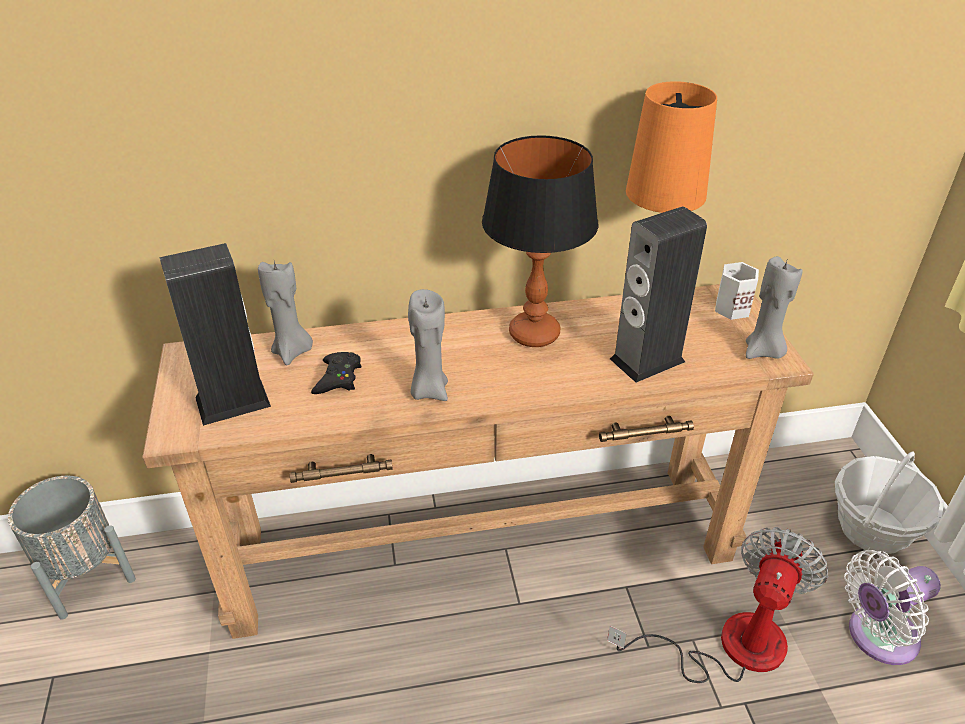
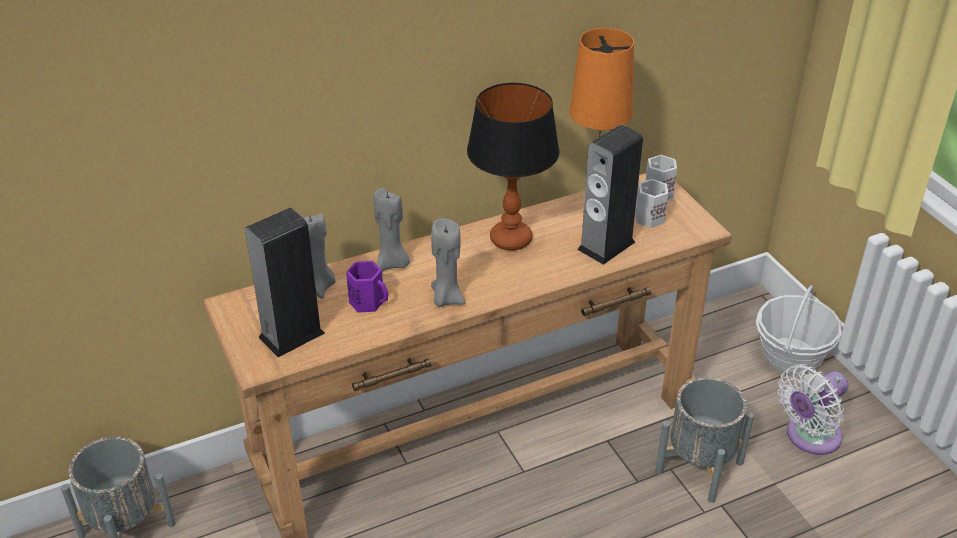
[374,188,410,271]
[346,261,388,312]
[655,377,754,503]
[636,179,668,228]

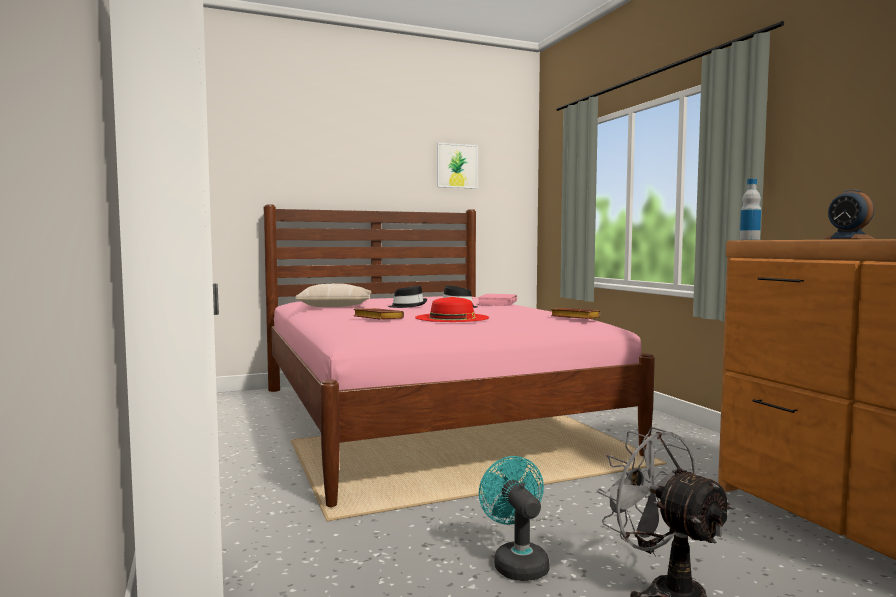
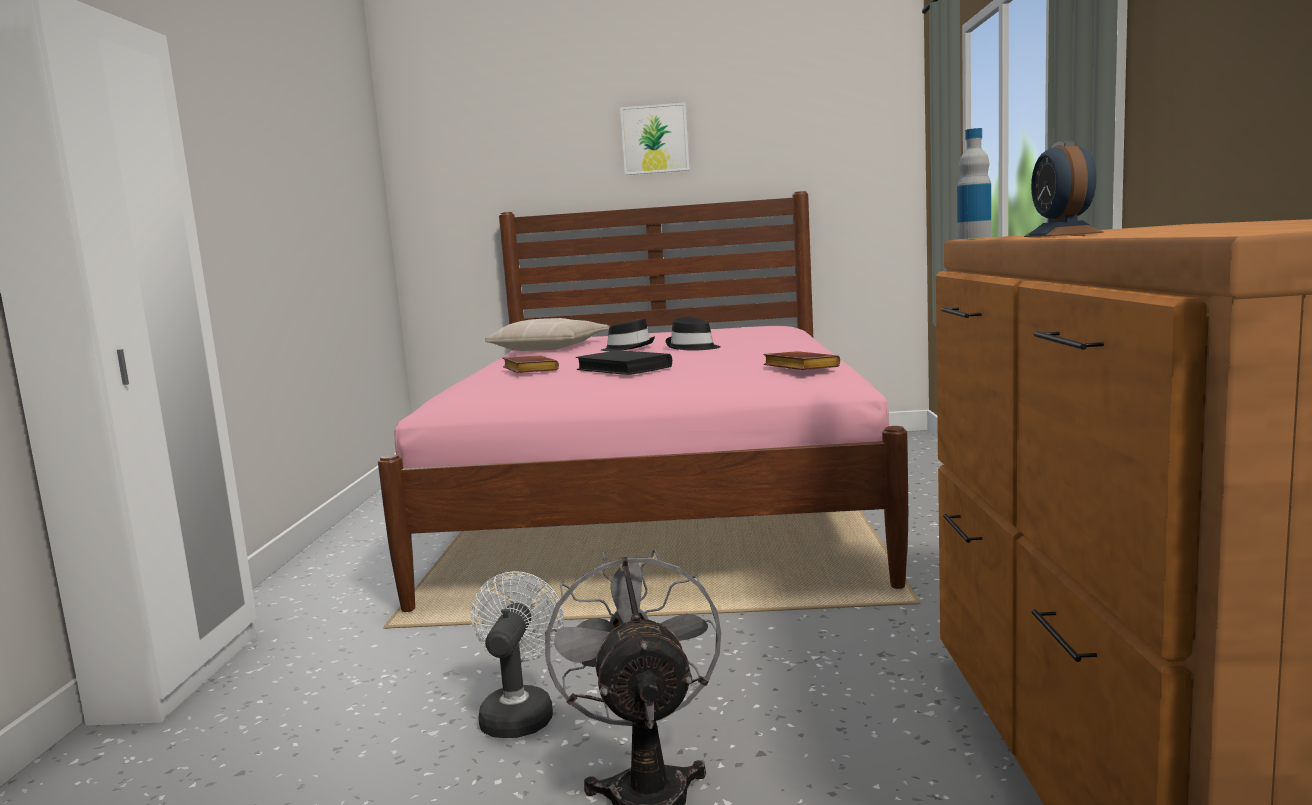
[620,103,689,175]
[477,294,517,306] (first image)
[576,350,672,375]
[471,571,564,738]

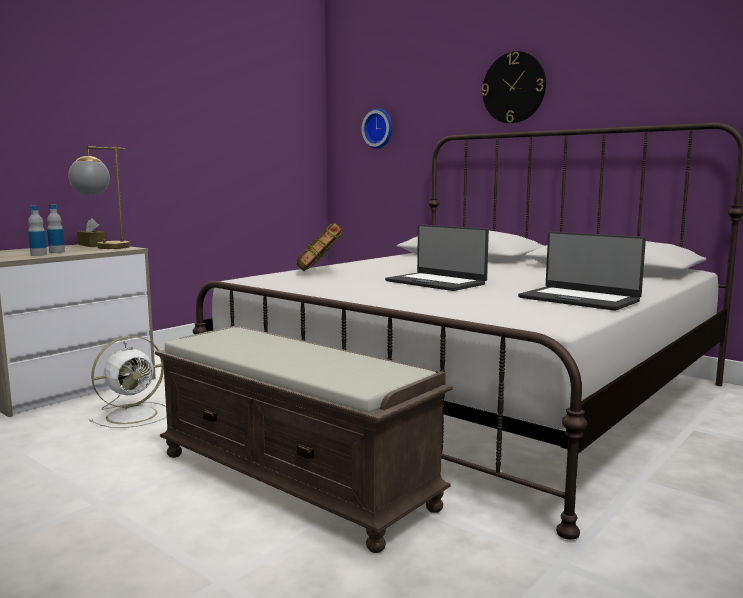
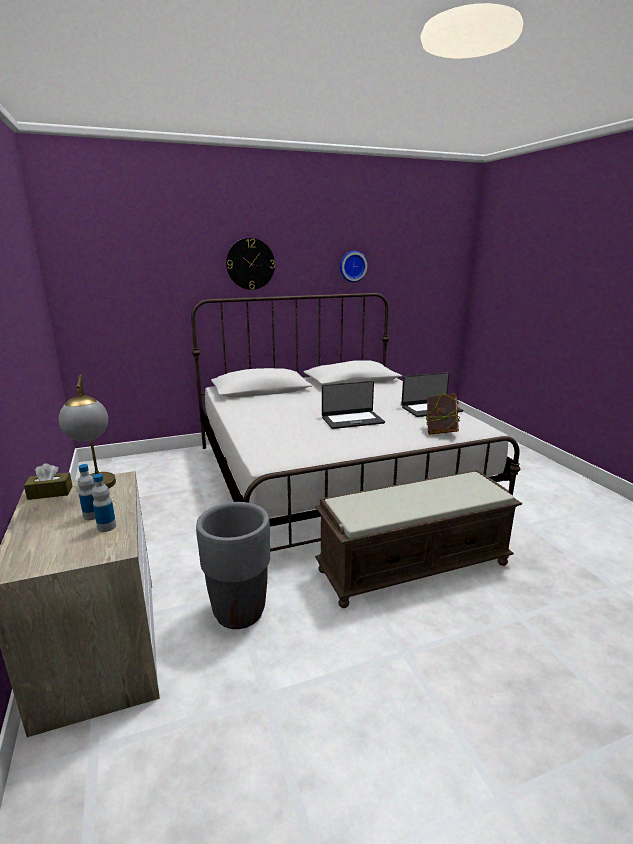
[340,251,368,282]
[425,393,460,435]
[196,502,270,629]

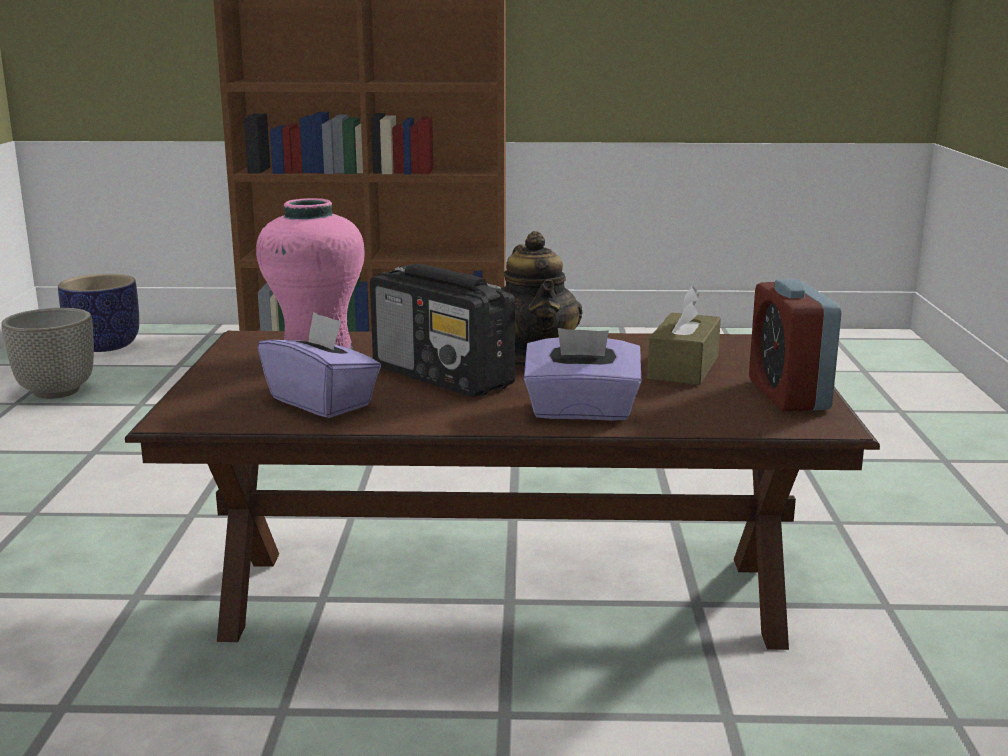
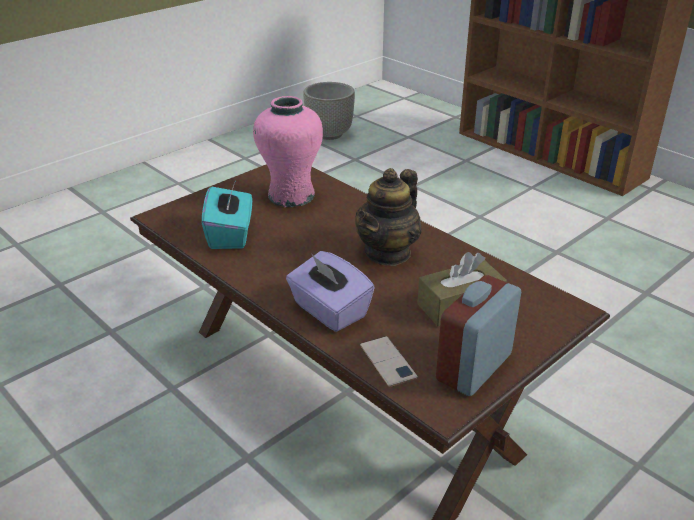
[370,264,515,397] (first image)
[58,274,139,352] (first image)
[202,183,252,249]
[360,336,418,387]

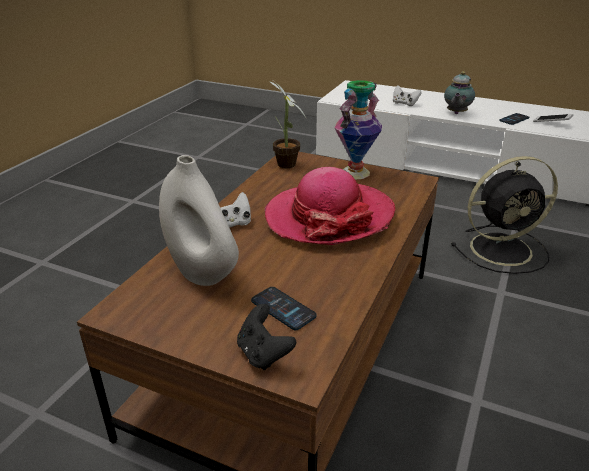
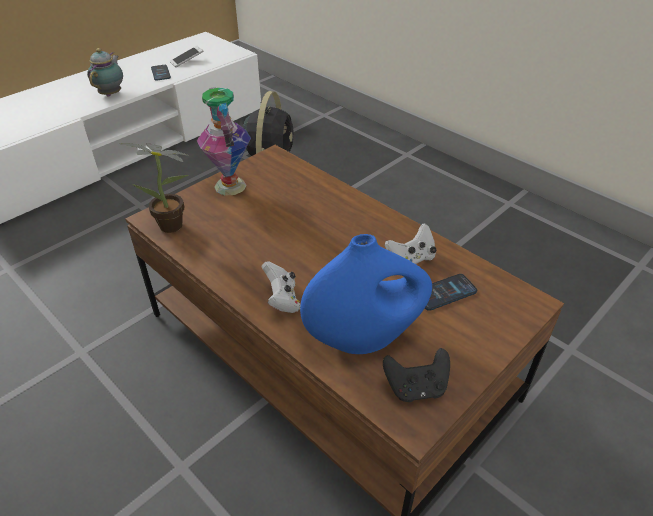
[87,48,123,97]
[384,223,437,264]
[300,234,432,354]
[264,167,395,245] (first image)
[383,348,450,402]

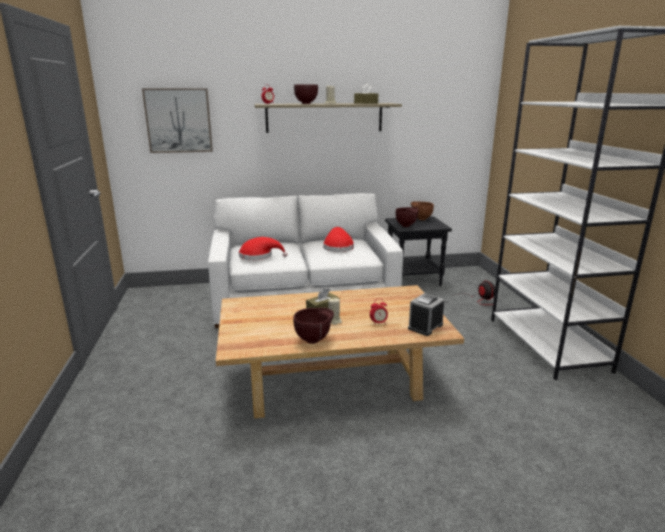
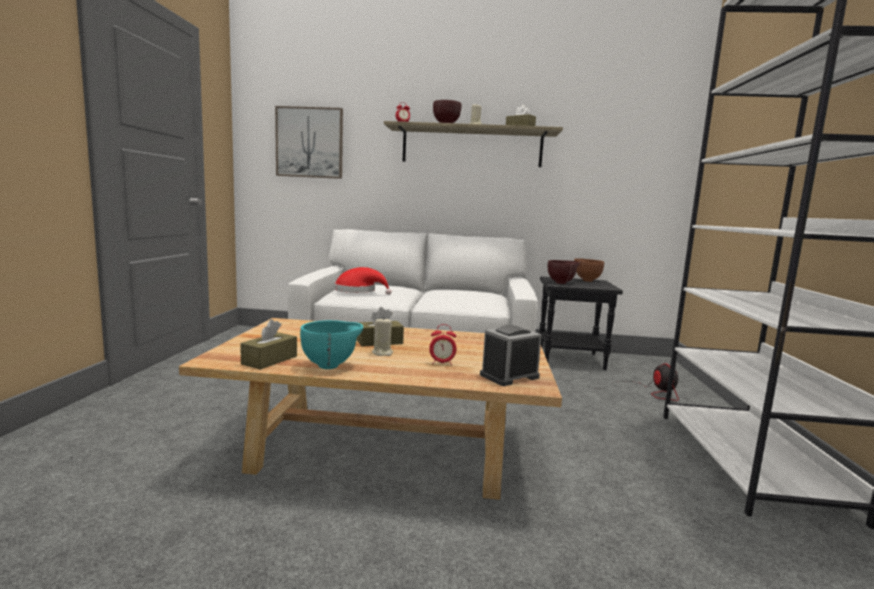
[323,227,354,252] (first image)
[300,320,363,369]
[240,319,297,370]

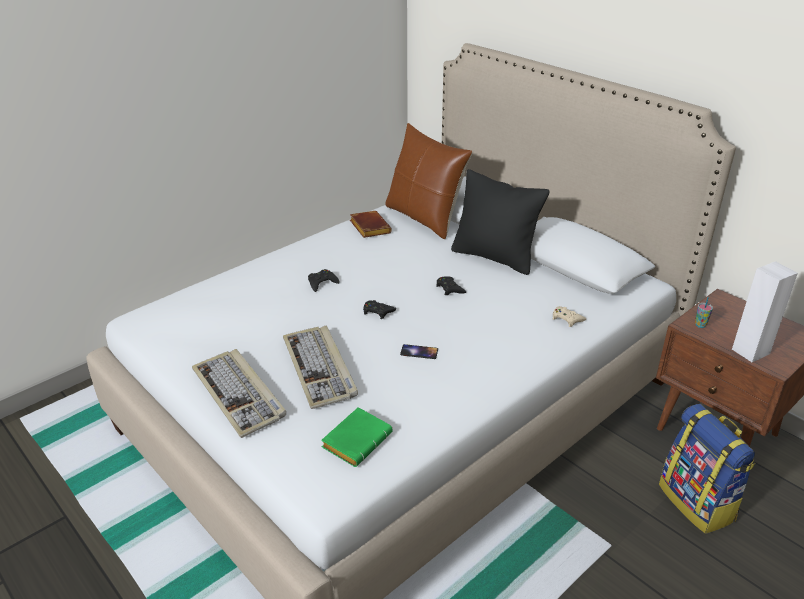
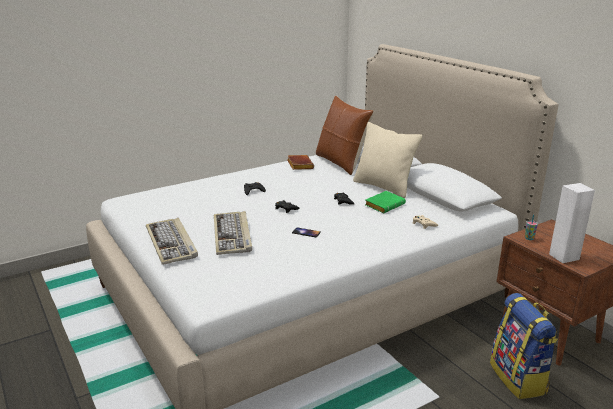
[353,122,422,198]
[365,191,406,213]

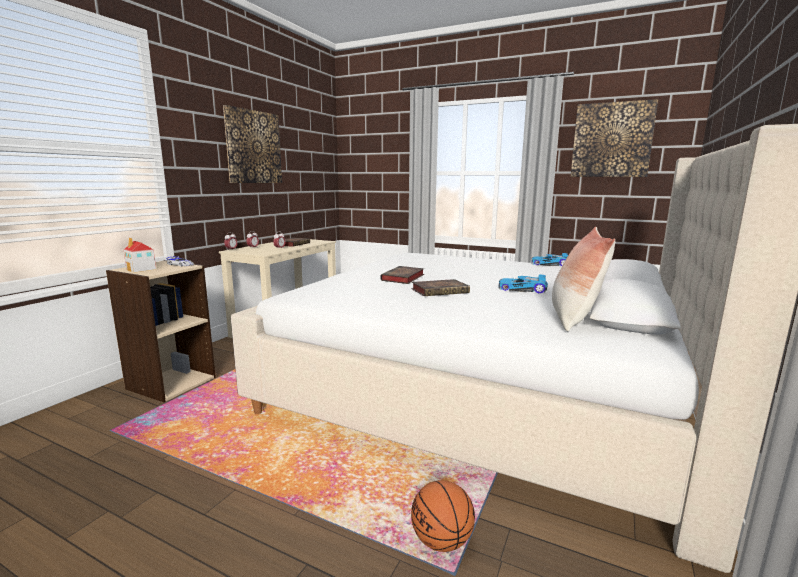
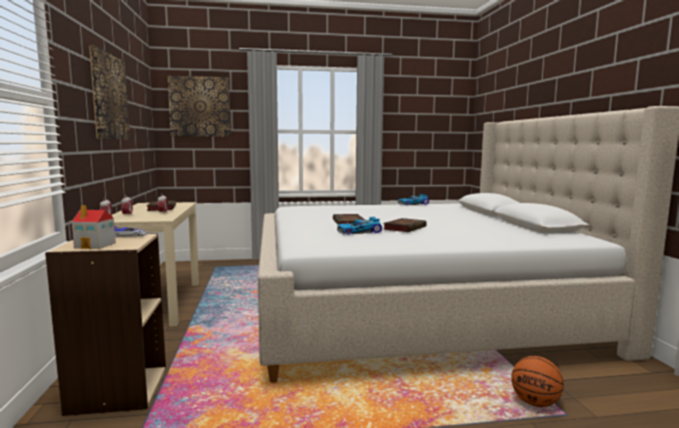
[167,76,231,137]
[552,227,615,332] (first image)
[337,217,382,235]

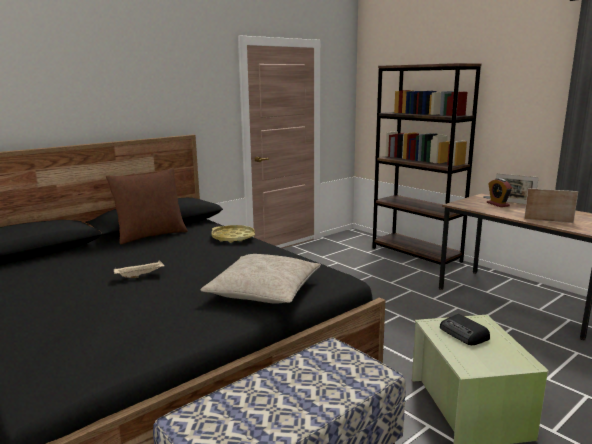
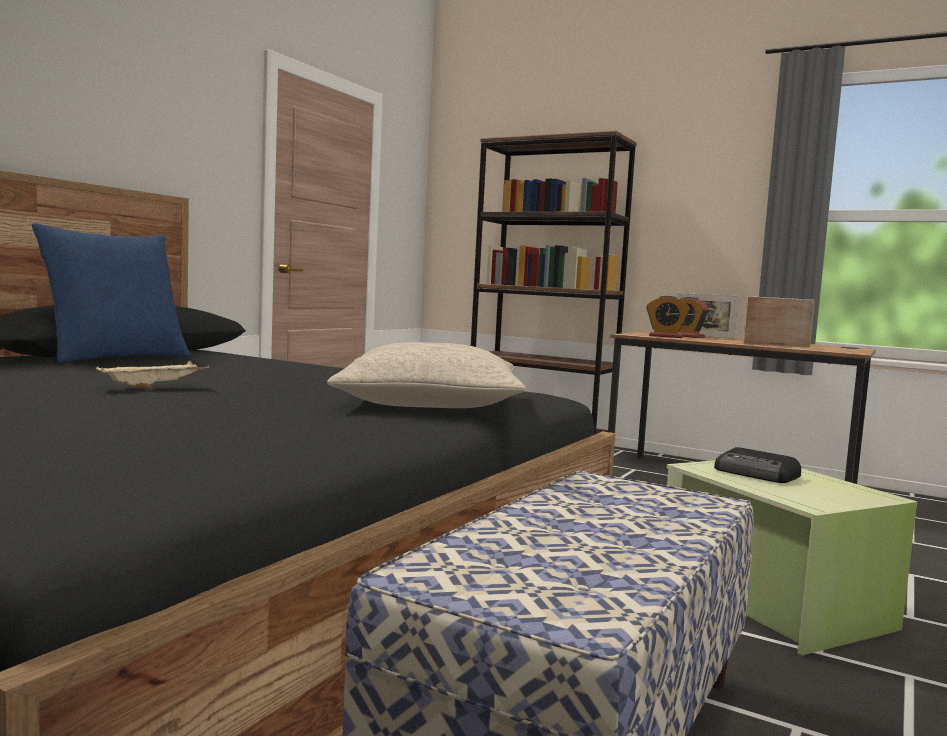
[32,223,191,363]
[211,225,255,243] (first image)
[646,295,690,338]

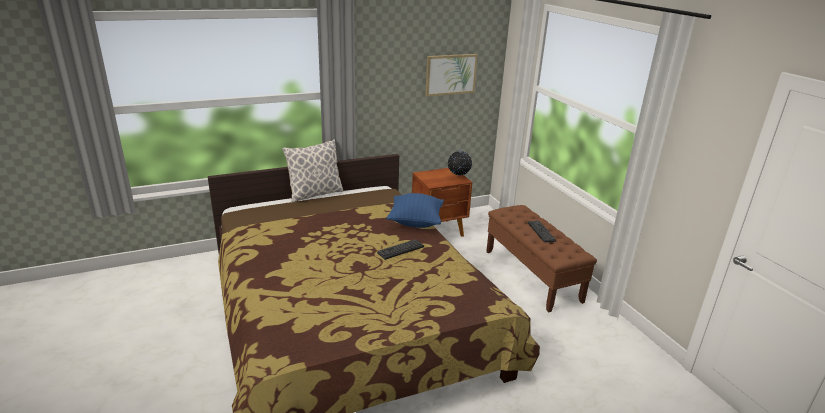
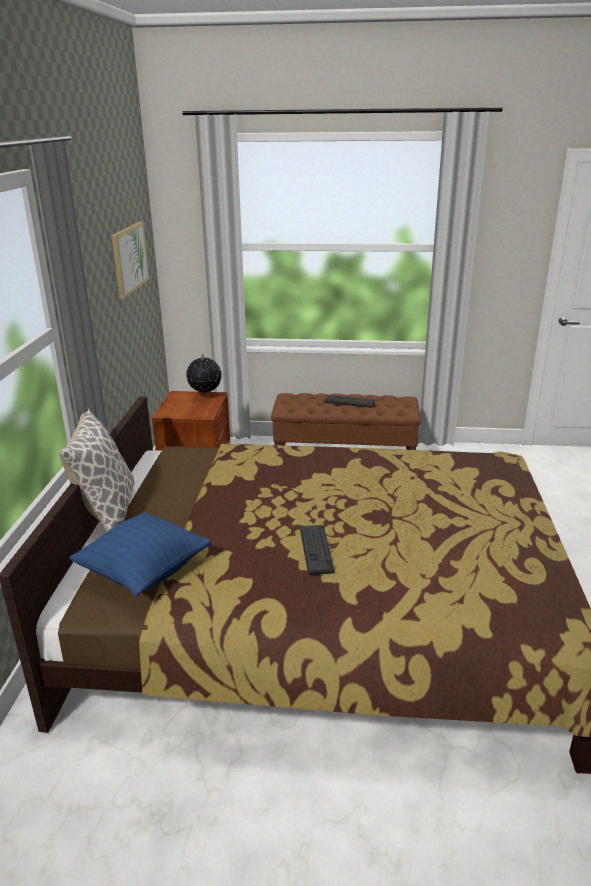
[70,512,211,596]
[300,525,334,575]

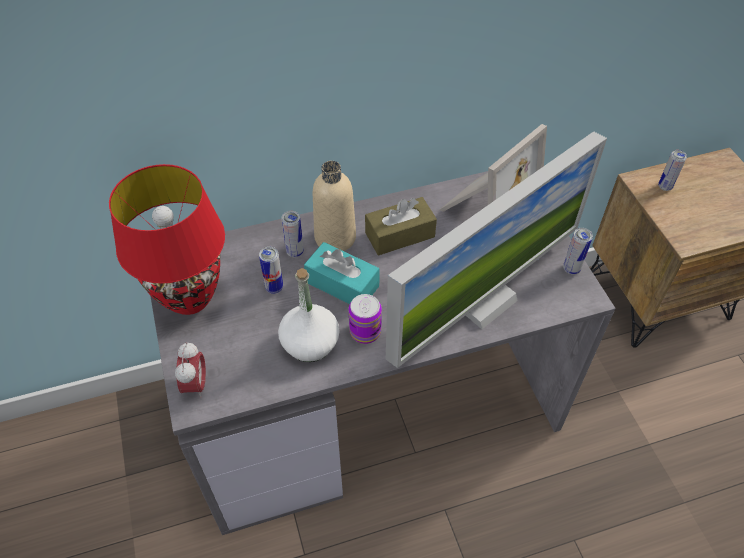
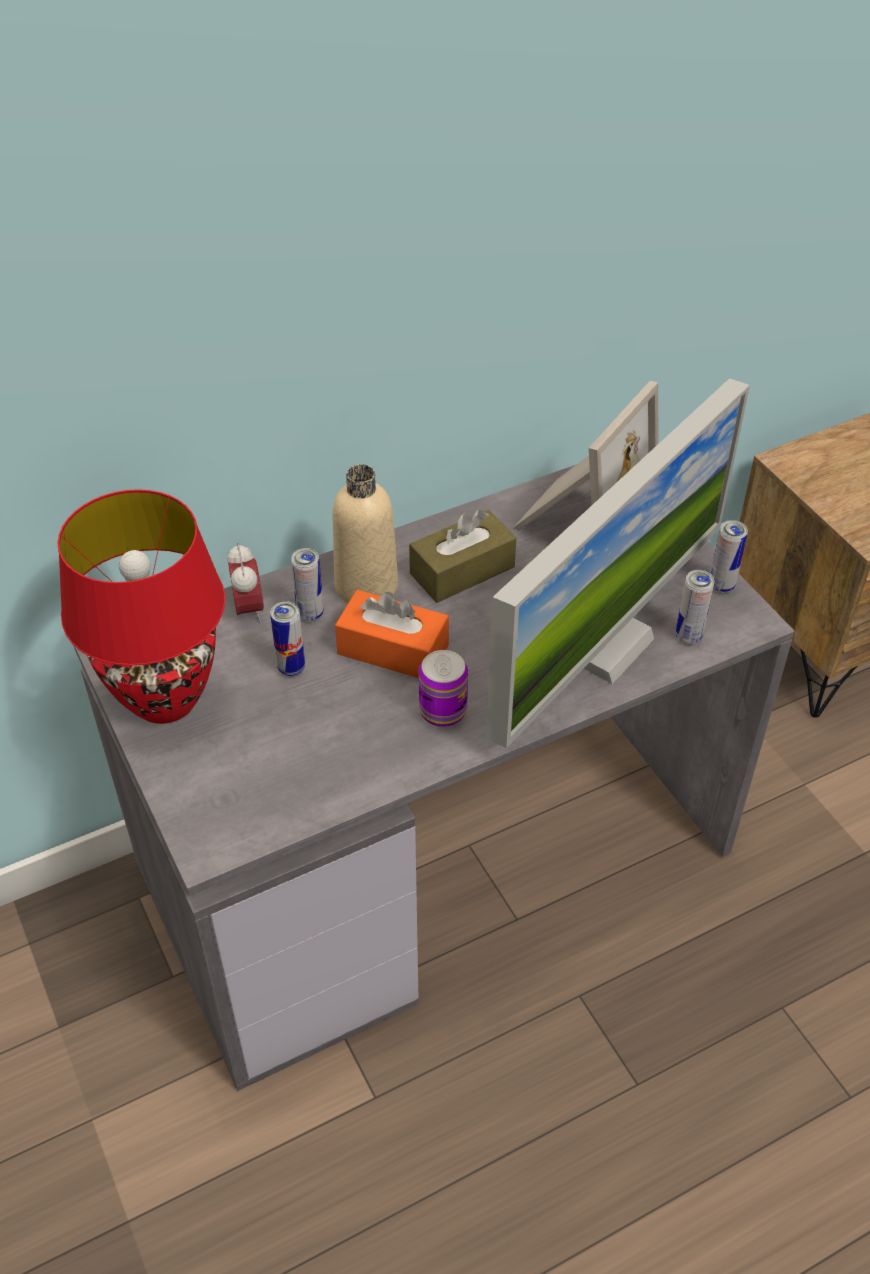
[676,570,714,644]
[335,590,449,678]
[278,268,340,362] (first image)
[227,543,264,623]

